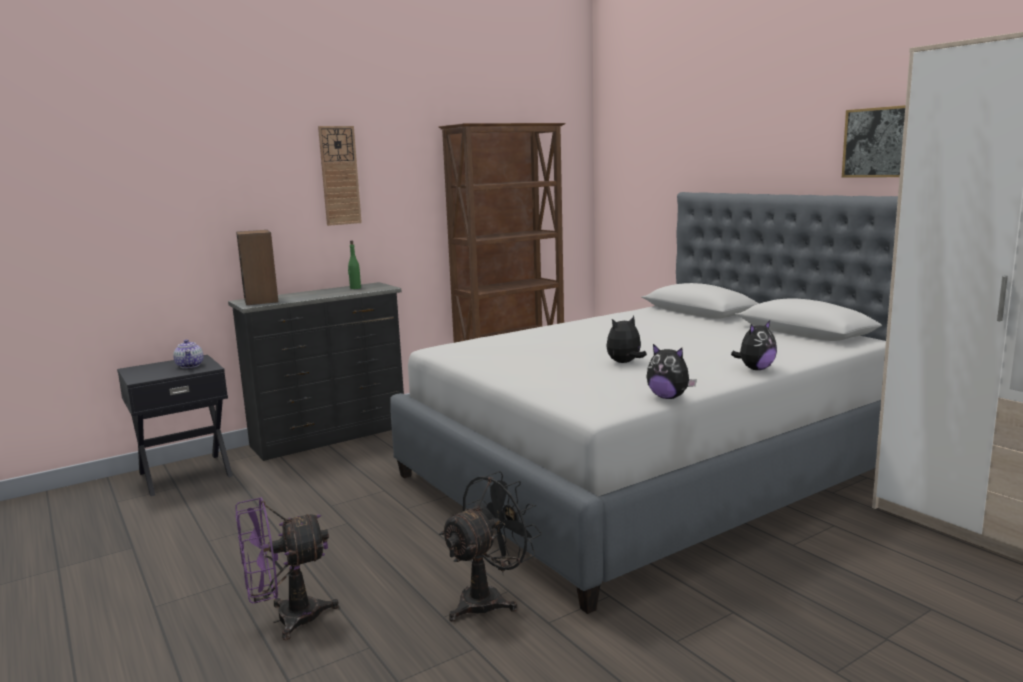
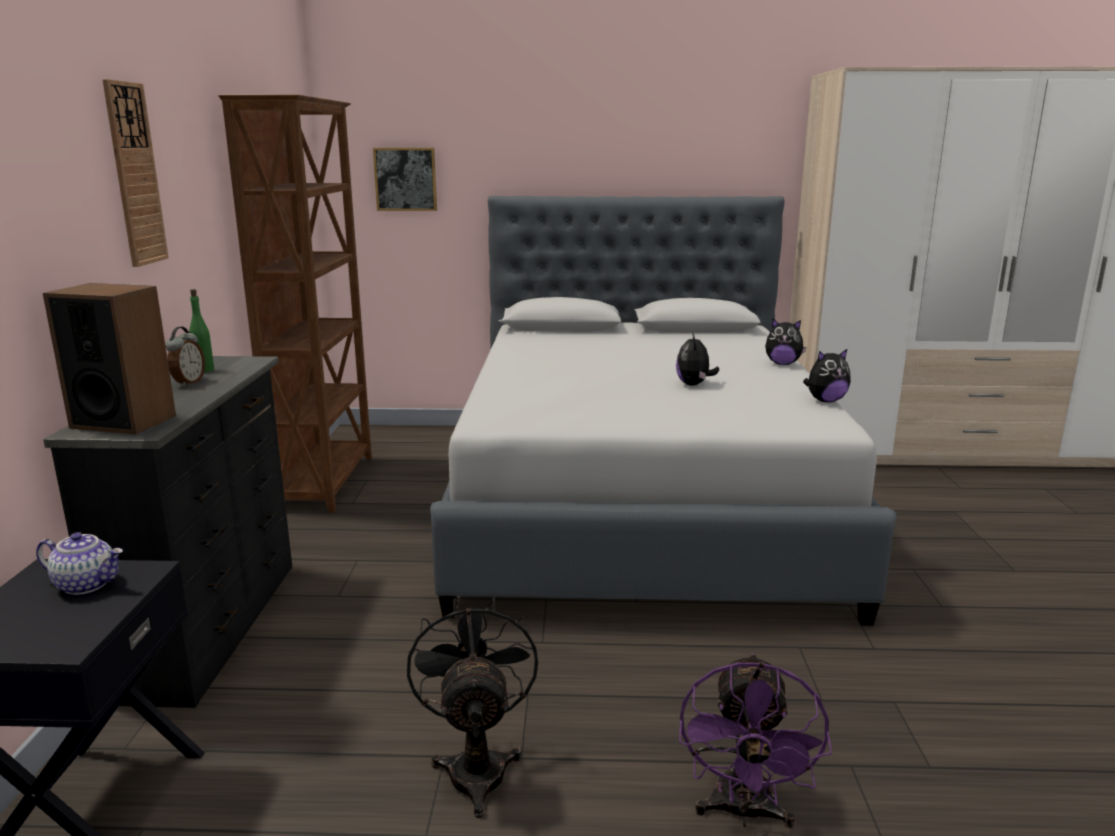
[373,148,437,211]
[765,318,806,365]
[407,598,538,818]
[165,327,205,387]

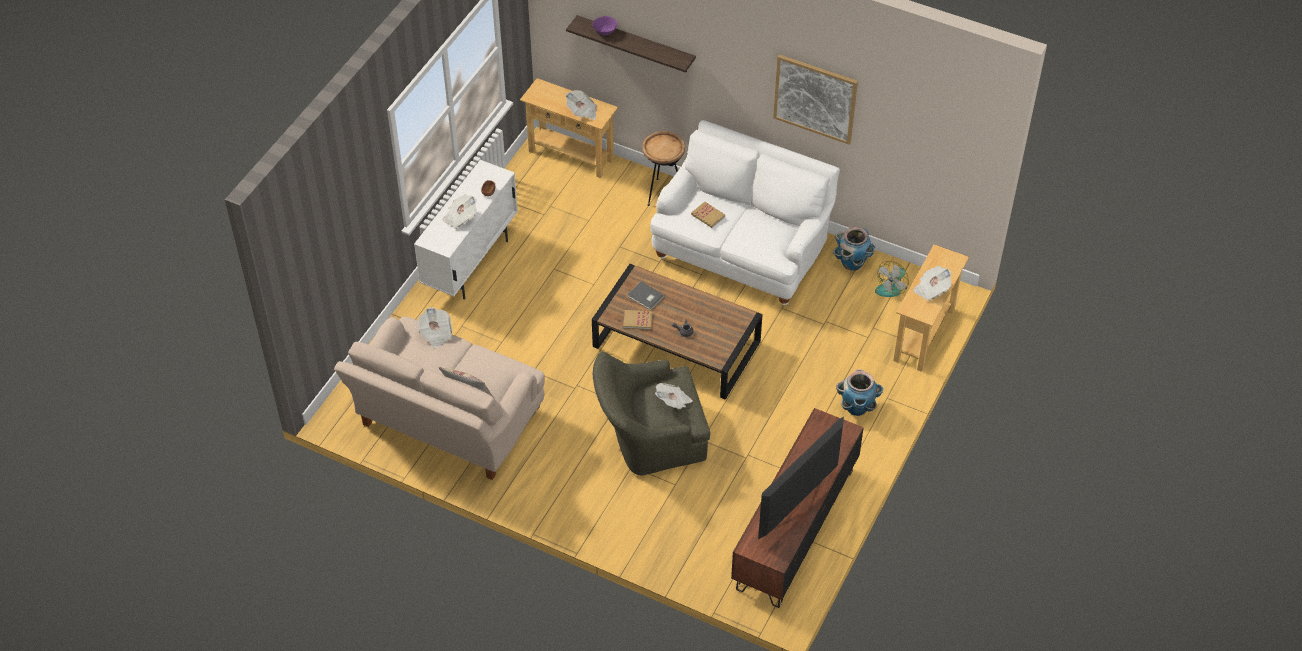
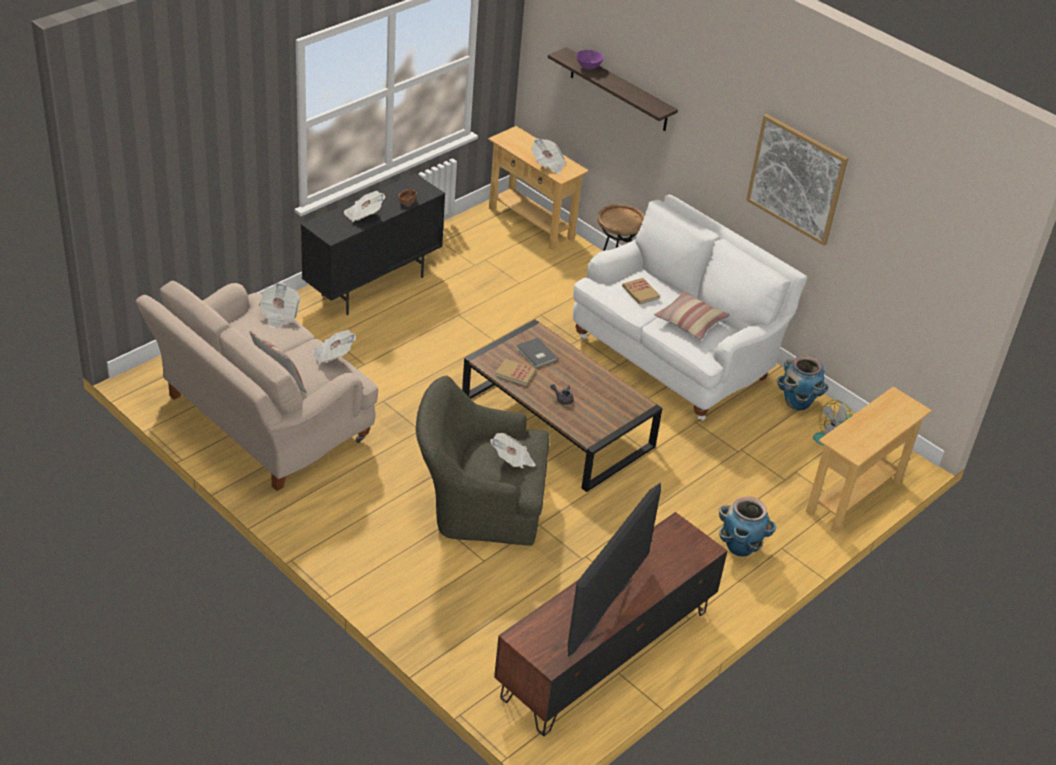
[301,173,445,315]
[311,330,356,364]
[568,483,661,657]
[654,291,730,340]

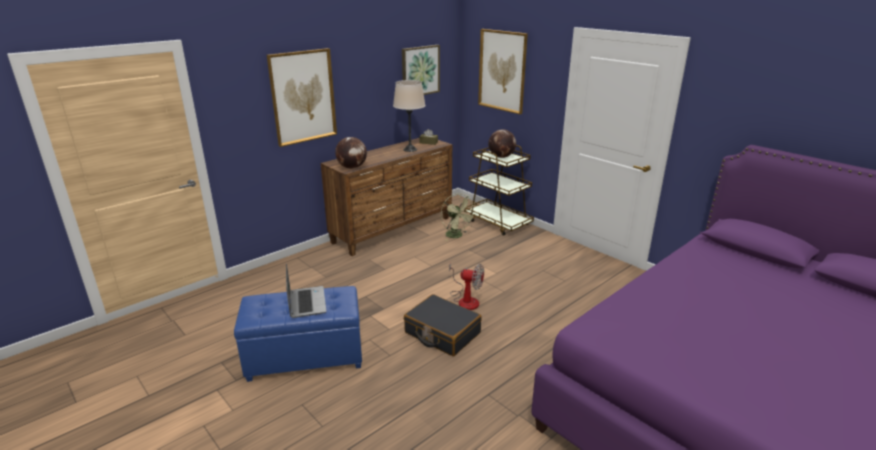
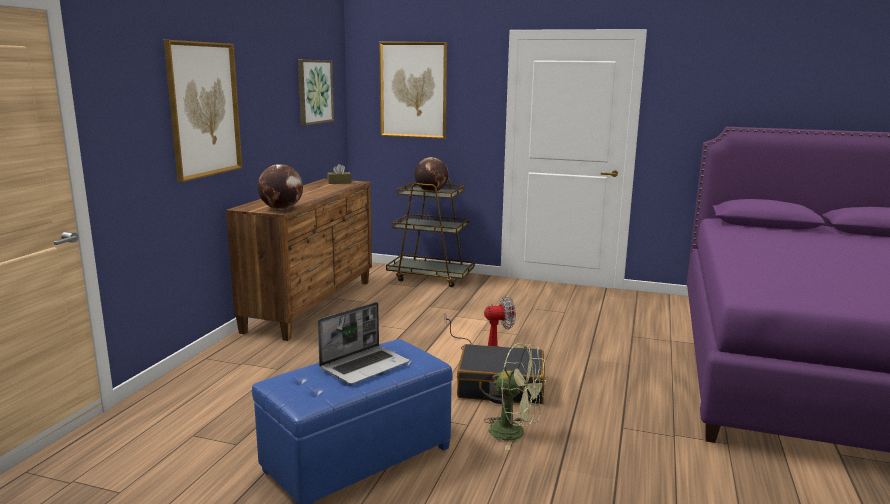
[393,80,426,152] (first image)
[484,343,548,450]
[318,302,410,384]

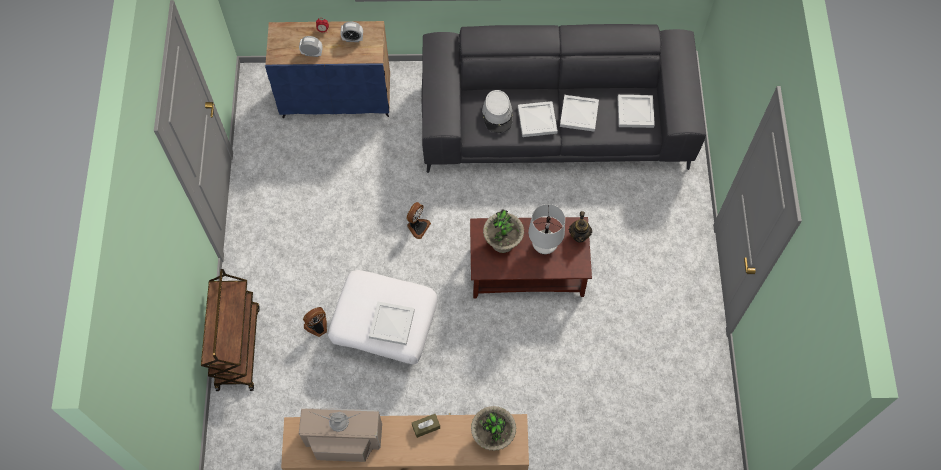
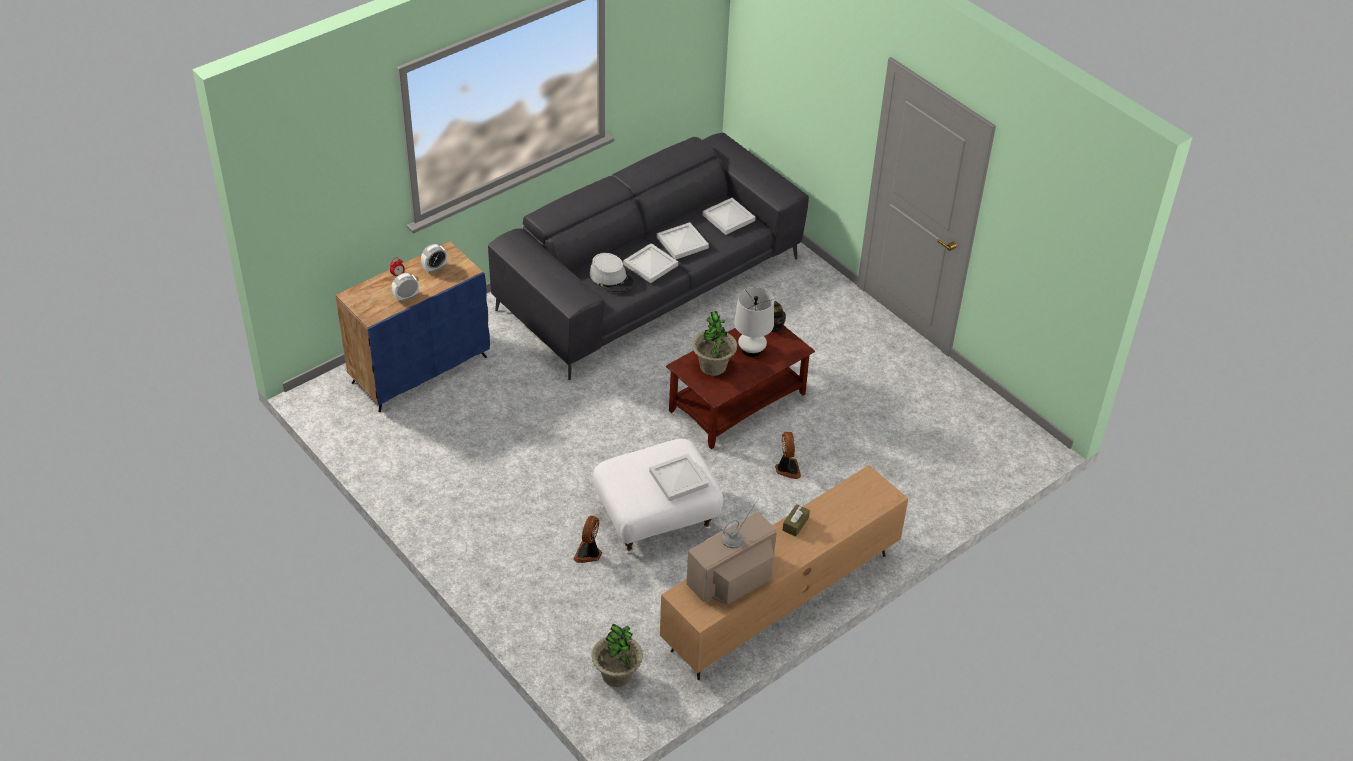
[775,432,801,479]
[201,269,260,391] (first image)
[591,623,643,687]

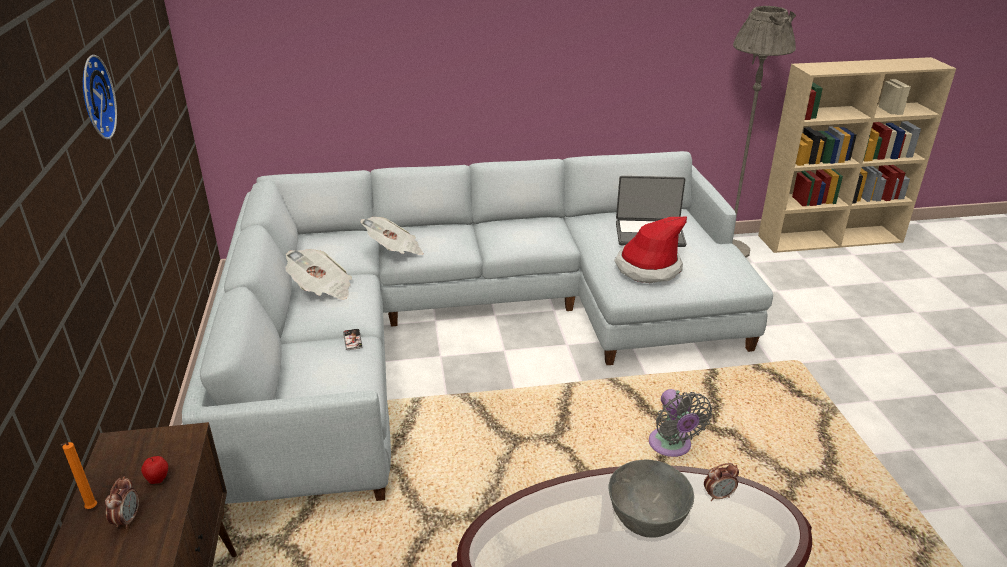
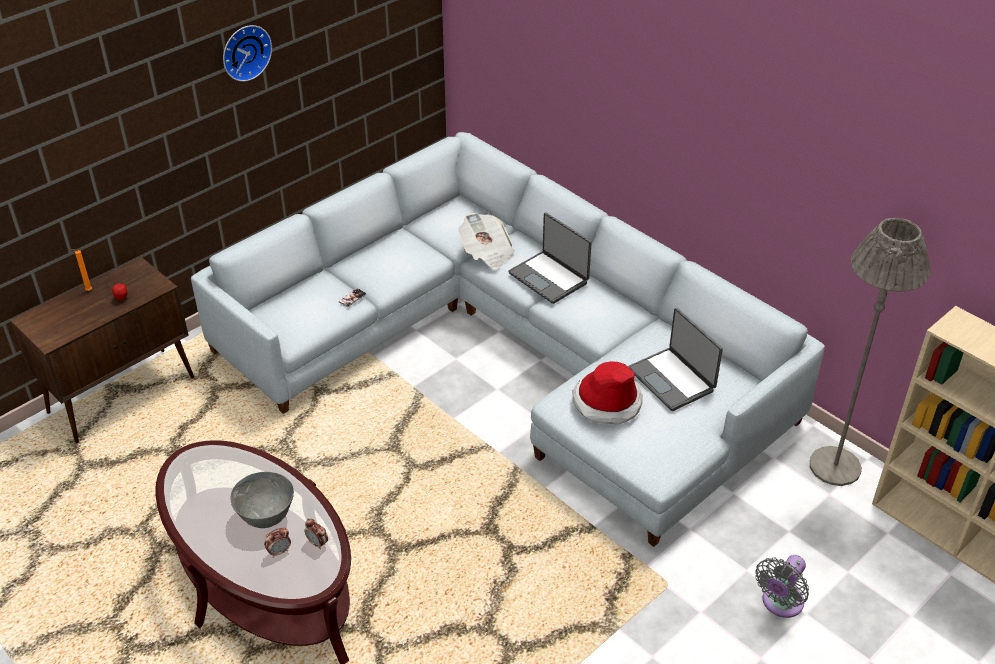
[285,249,352,300] (first image)
[755,555,809,618]
[264,528,291,558]
[508,212,592,304]

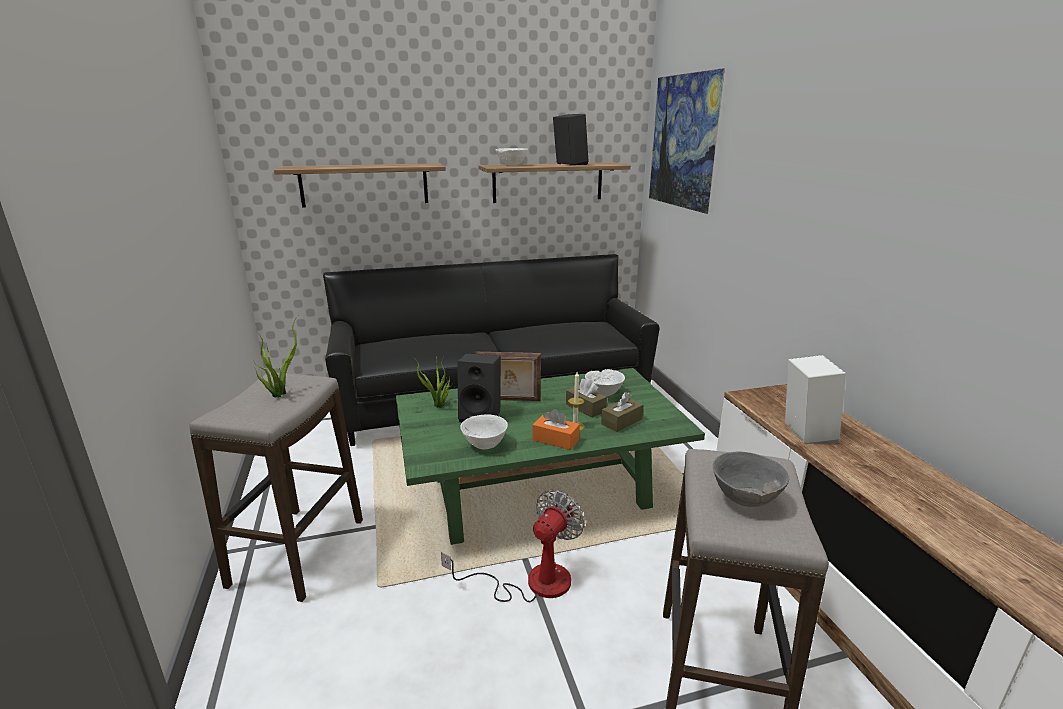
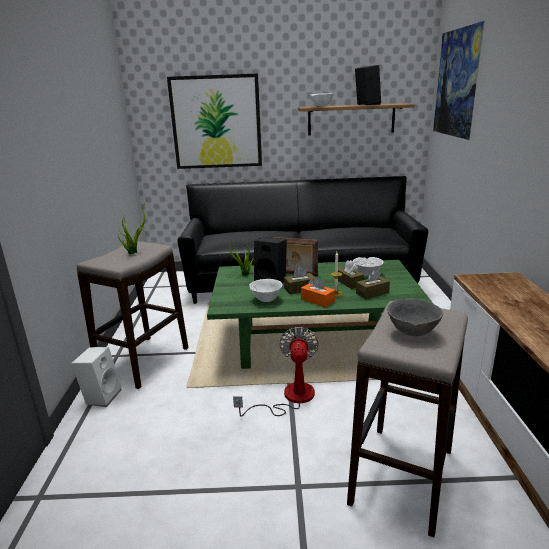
[167,74,262,169]
[71,347,122,407]
[233,327,319,417]
[284,267,315,294]

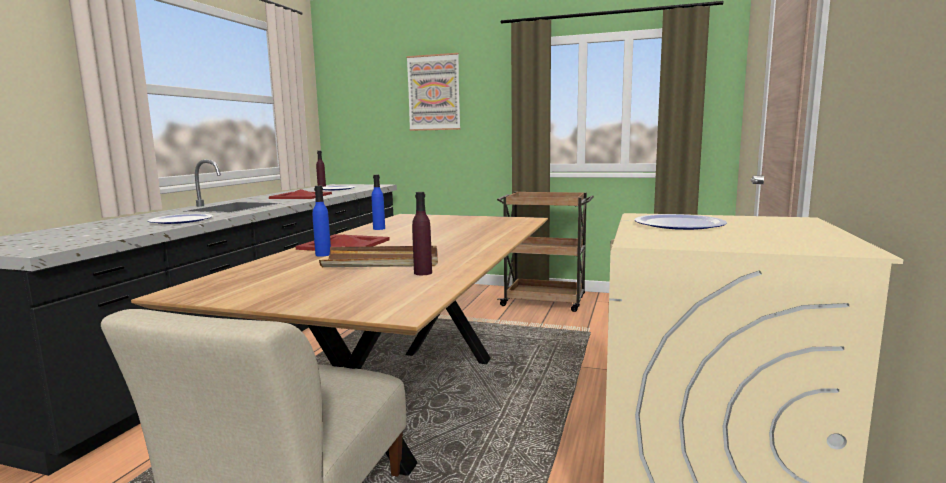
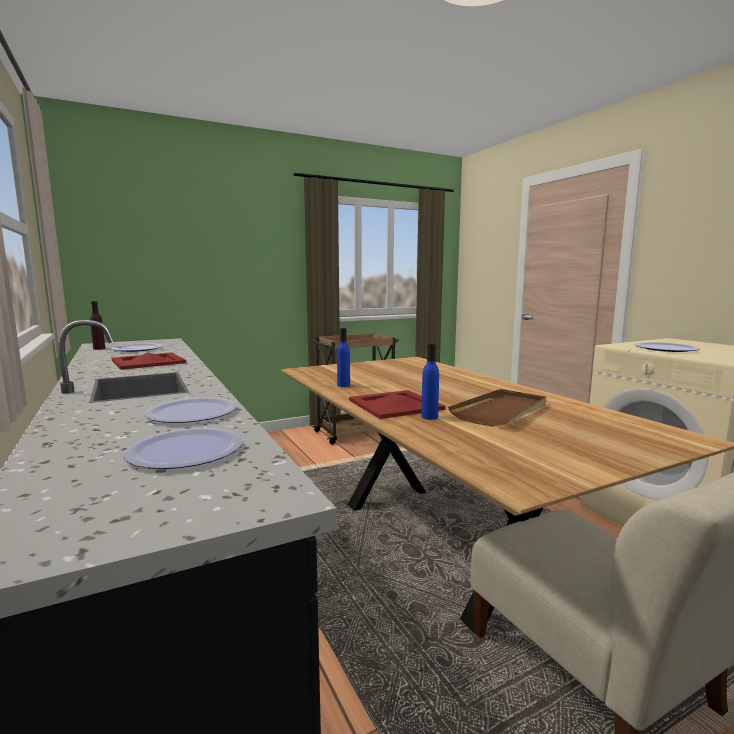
[406,53,461,131] (first image)
[412,192,432,275] (first image)
[123,428,243,469]

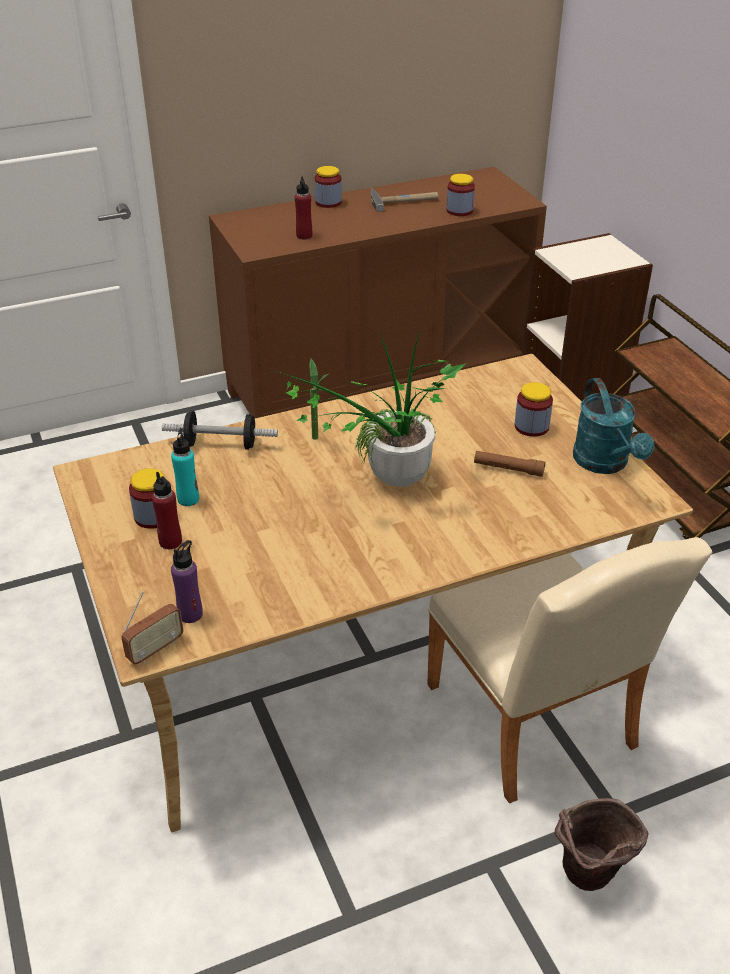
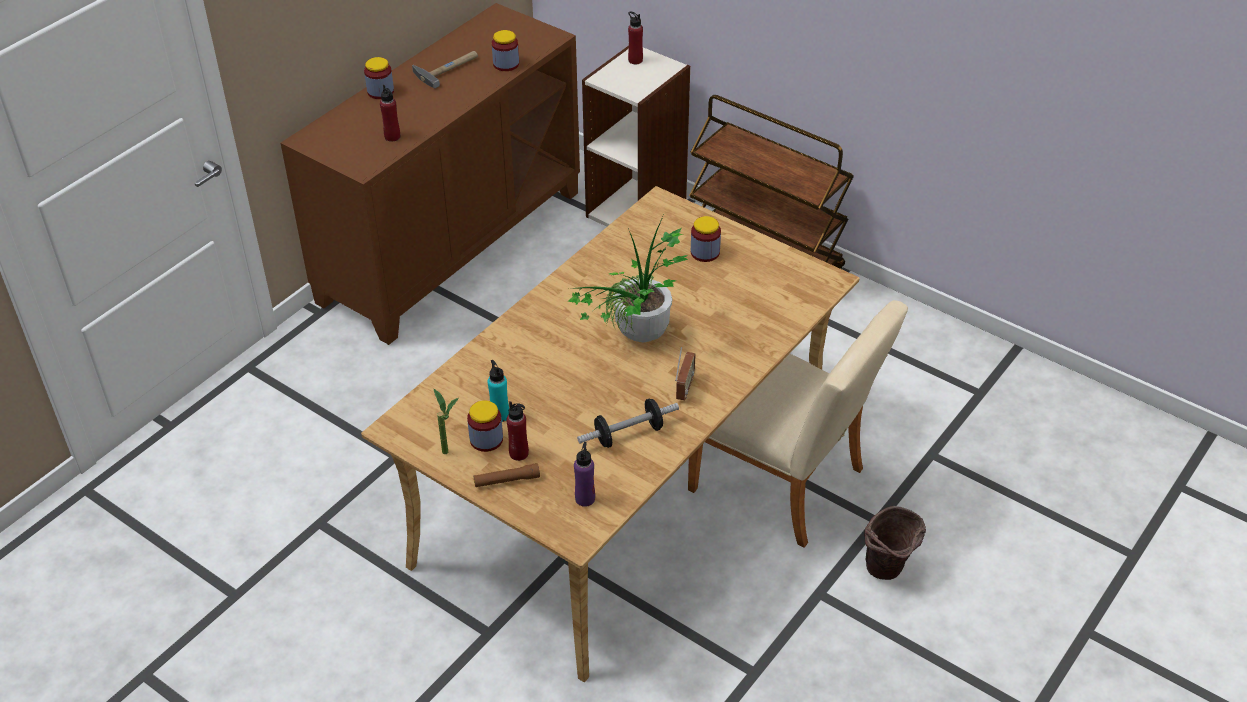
[434,389,459,454]
[573,378,655,474] (first image)
[577,399,679,448]
[474,463,540,487]
[675,347,696,400]
[628,11,643,64]

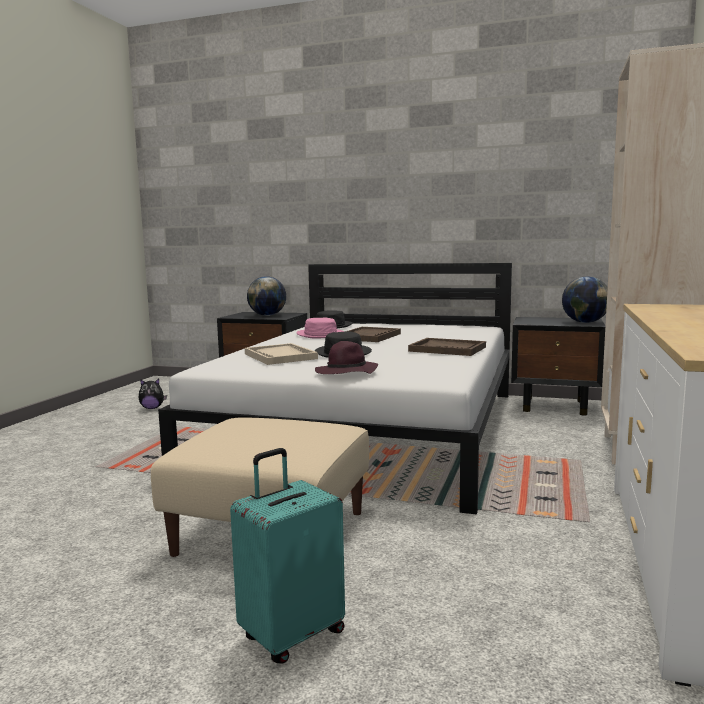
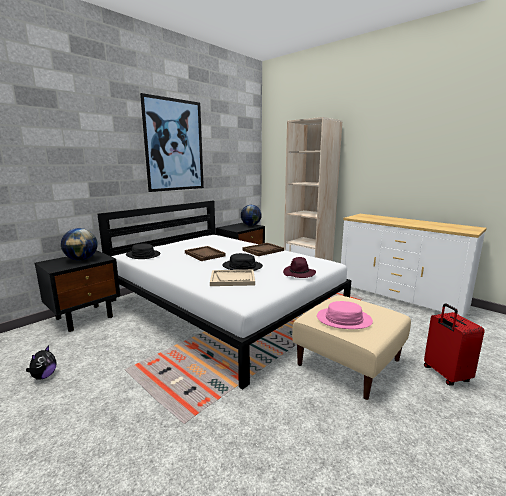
[317,301,373,329]
[424,303,485,386]
[140,93,204,192]

